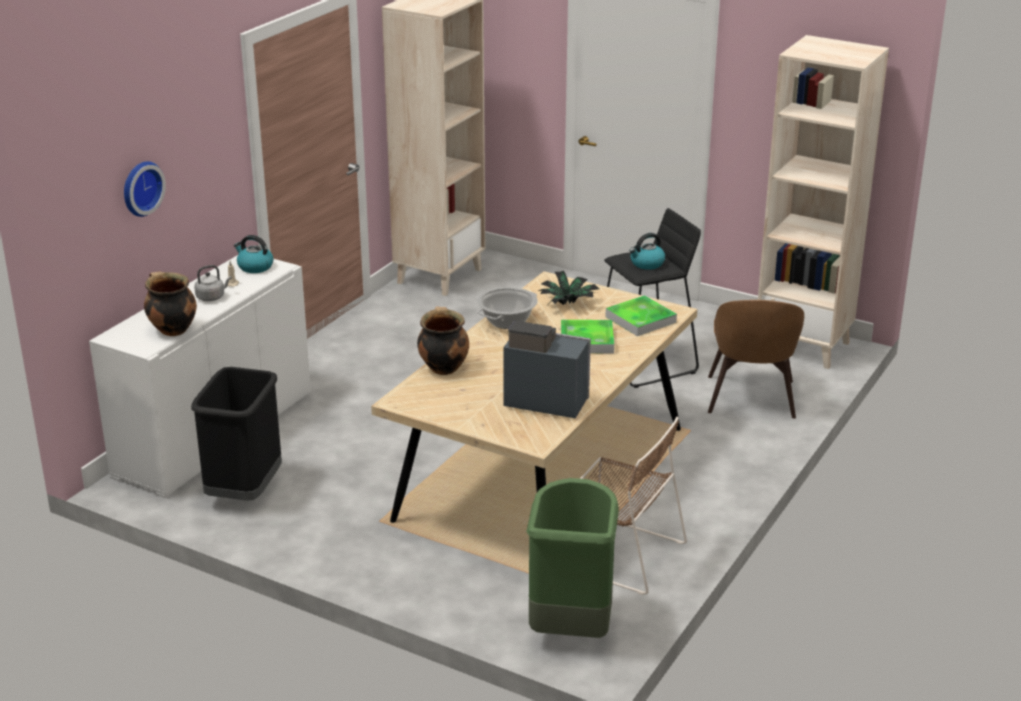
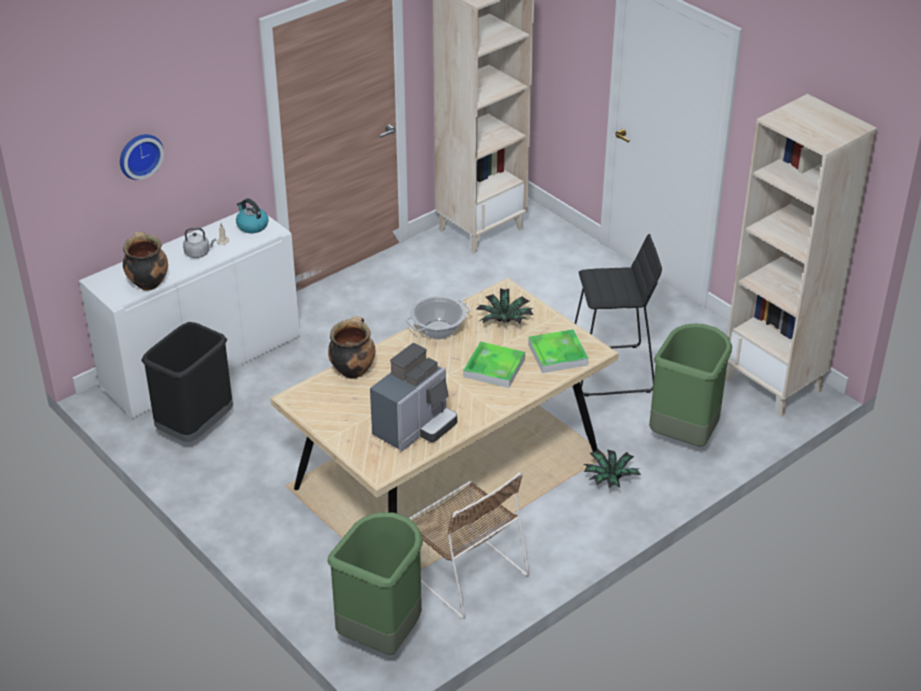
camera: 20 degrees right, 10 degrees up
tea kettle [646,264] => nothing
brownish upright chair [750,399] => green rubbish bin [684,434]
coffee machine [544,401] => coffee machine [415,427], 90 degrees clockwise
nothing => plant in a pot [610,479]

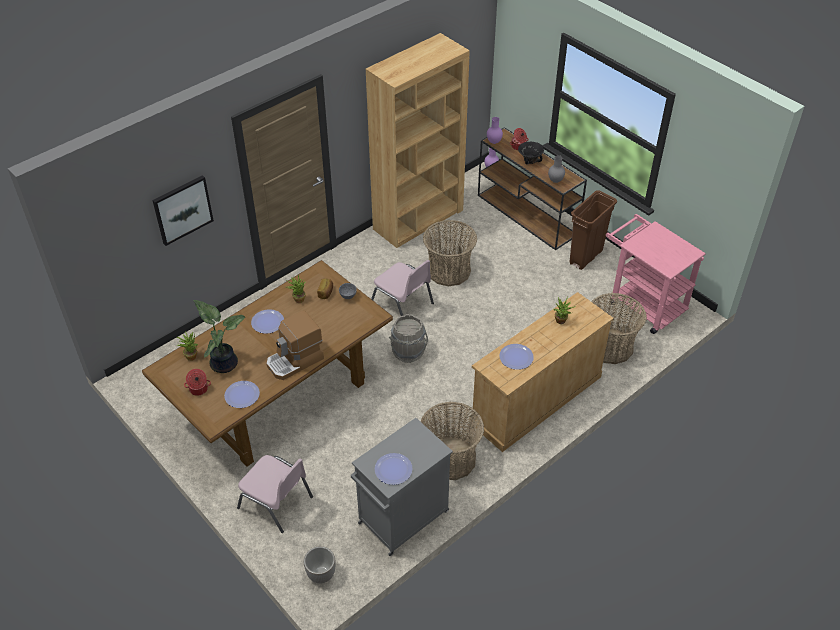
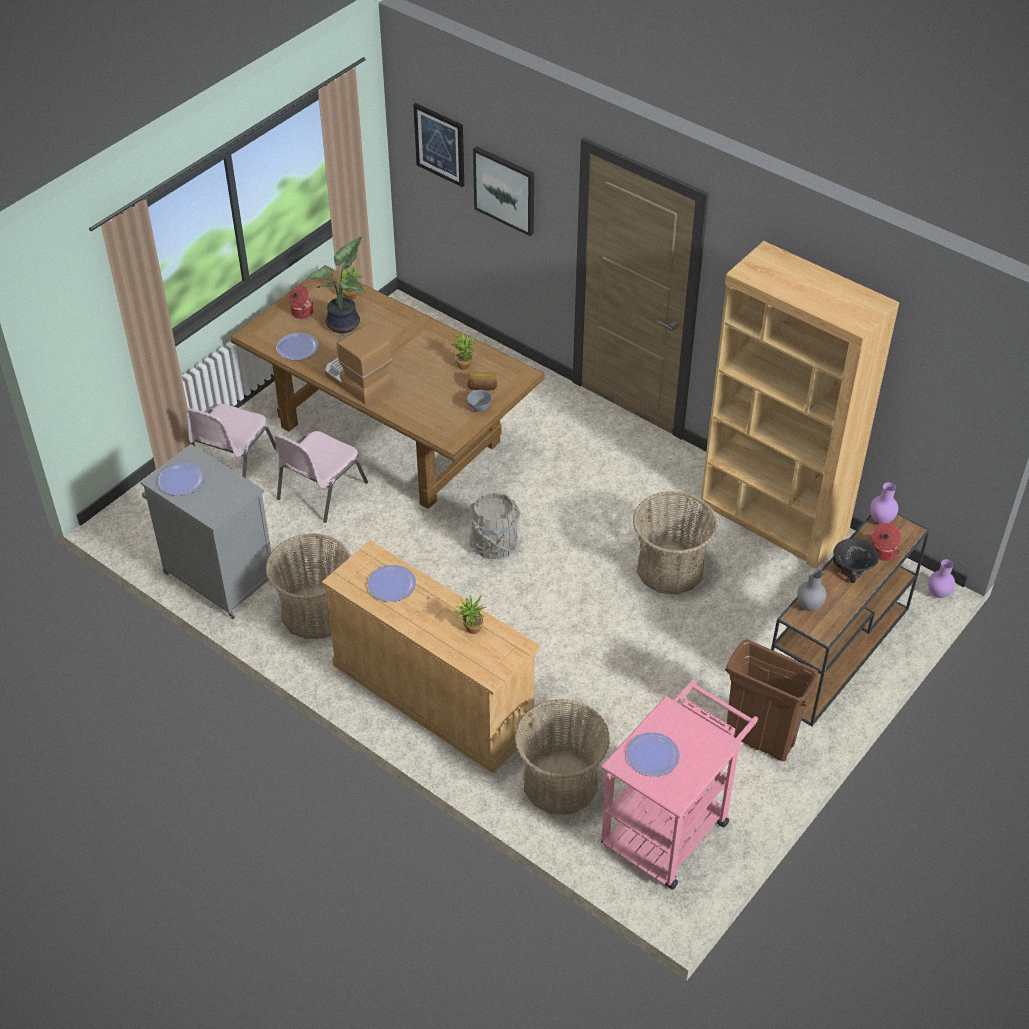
camera: 80 degrees right, 0 degrees up
pink upright chair [403,304] => pink upright chair [320,491], relocated
plate [267,322] => plate [652,755], relocated
plant pot [321,574] => nothing
nothing => wall picture [440,144]

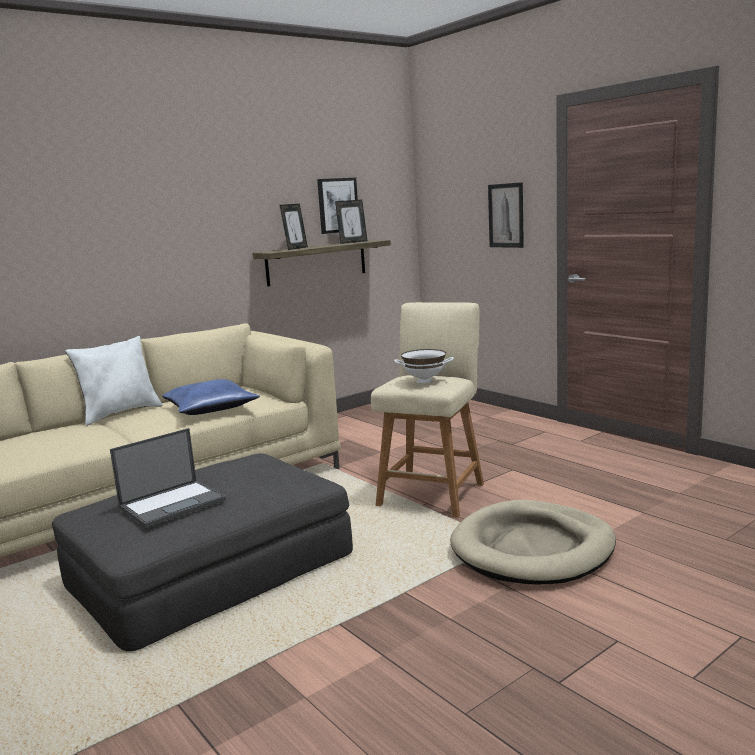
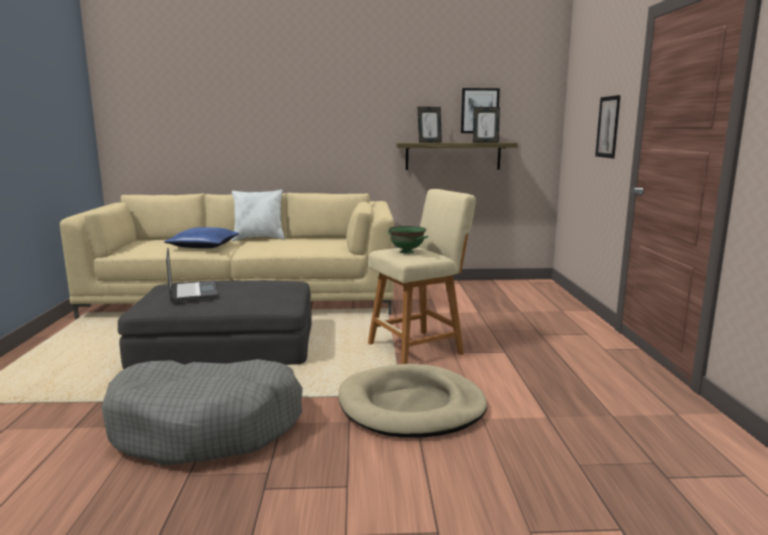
camera: 35 degrees right, 0 degrees up
whitish serving bowl [424,381] => green serving bowl [406,252]
bluish cushion [211,408] => bluish cushion [204,246], relocated
laptop [173,503] => laptop [193,291], 105 degrees counterclockwise
nothing => gray pet bed [207,427]

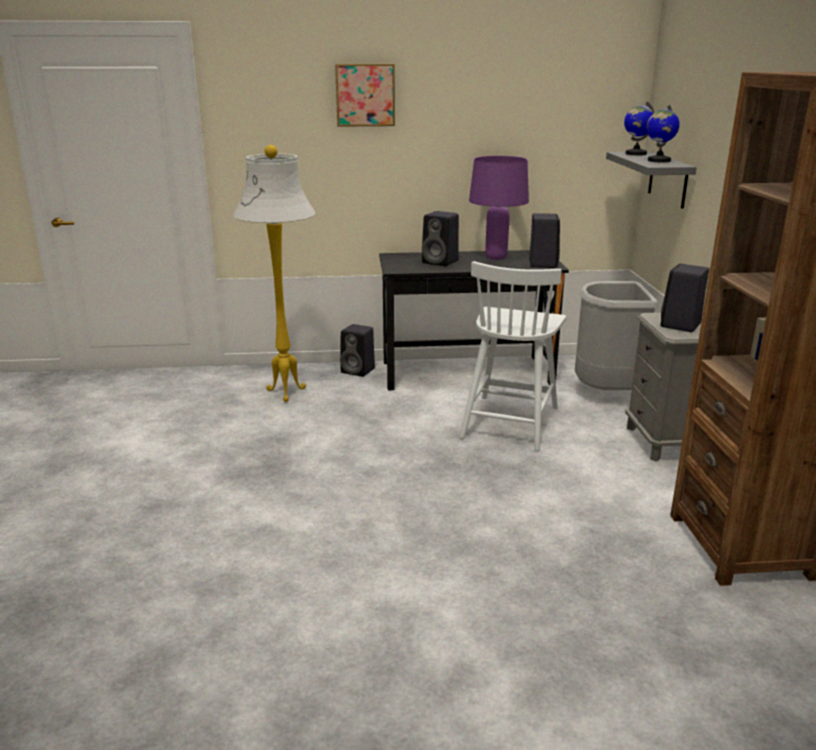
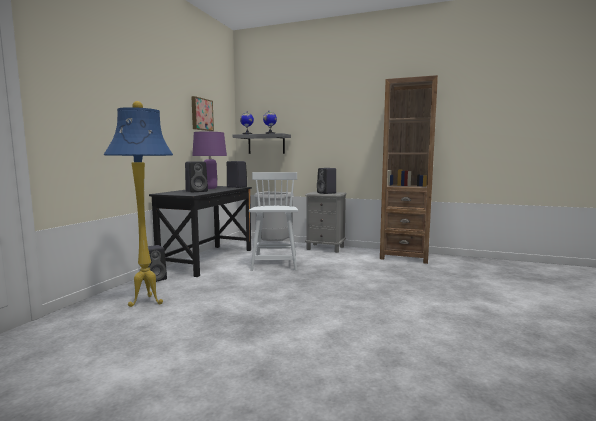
camera: 65 degrees left, 15 degrees down
wall picture [365,95] => wall picture [201,114], relocated
whitish standard lamp [287,394] => bluish standard lamp [148,302]
whitish upright chair [510,421] => whitish upright chair [275,263], 135 degrees counterclockwise

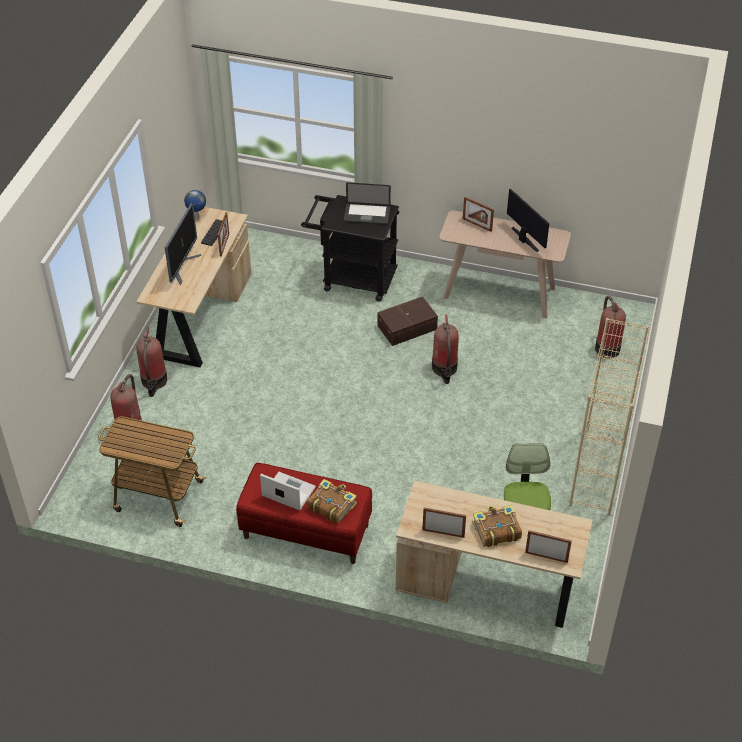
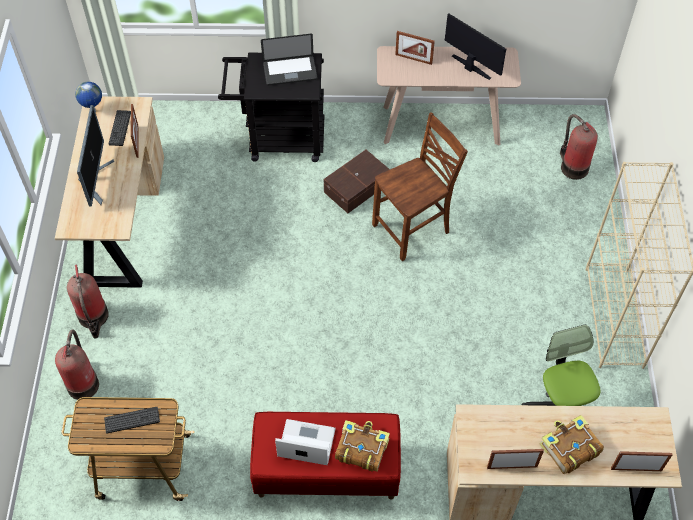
camera: 15 degrees left, 10 degrees up
fire-fighting cylinder [444,369] => brownish upright chair [413,230]
nothing => keyboard [132,420]

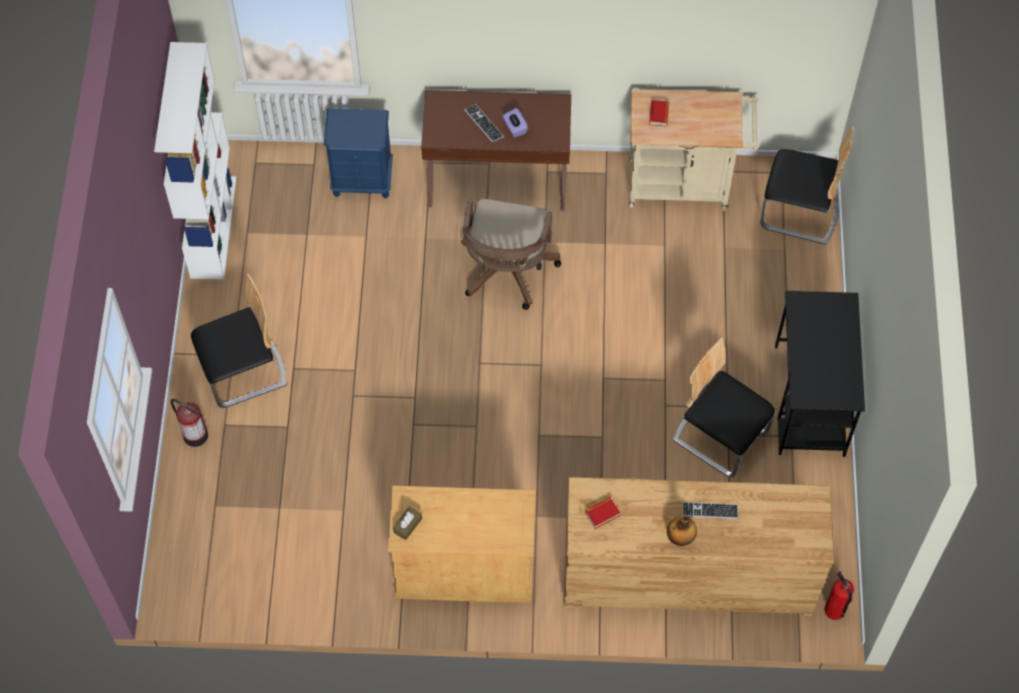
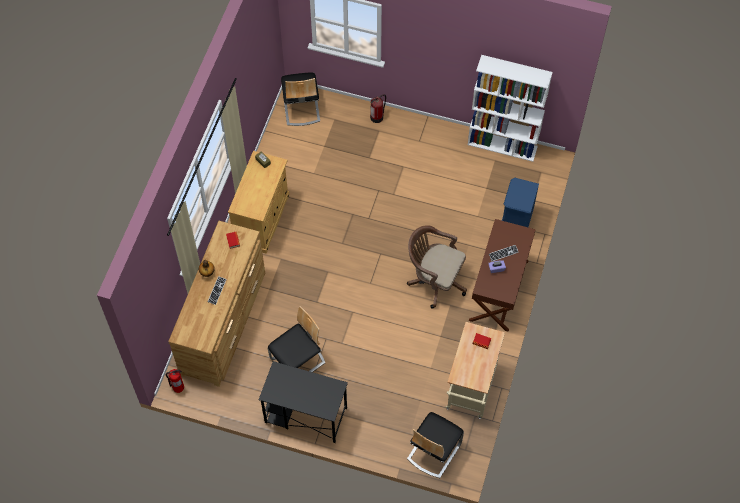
camera: 105 degrees right, 0 degrees up
upright chair [243,372] => upright chair [301,108], relocated

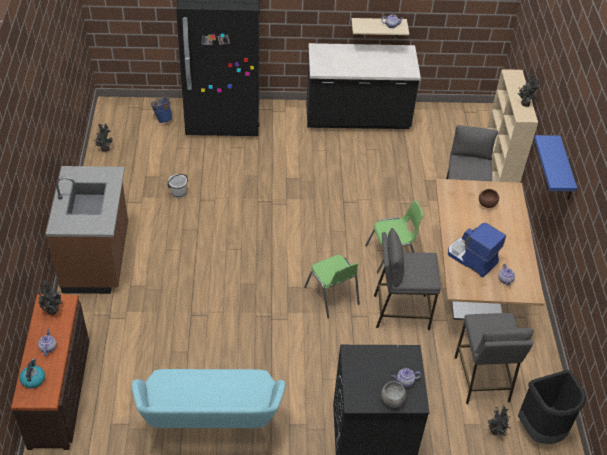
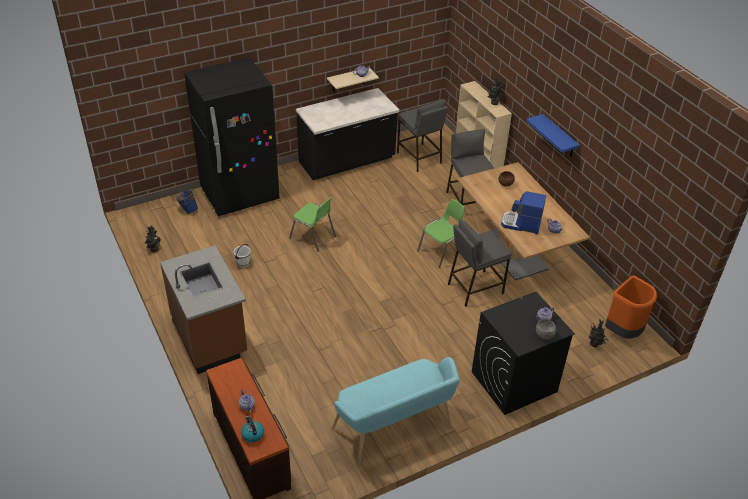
camera: 25 degrees left, 5 degrees down
green upright chair [332,296] => green upright chair [313,237], relocated
plant in a pot [53,311] => nothing
gray stool seat [482,379] => gray stool seat [419,158], relocated
black-coloured rubbish bin [541,431] => orange-coloured rubbish bin [623,332]

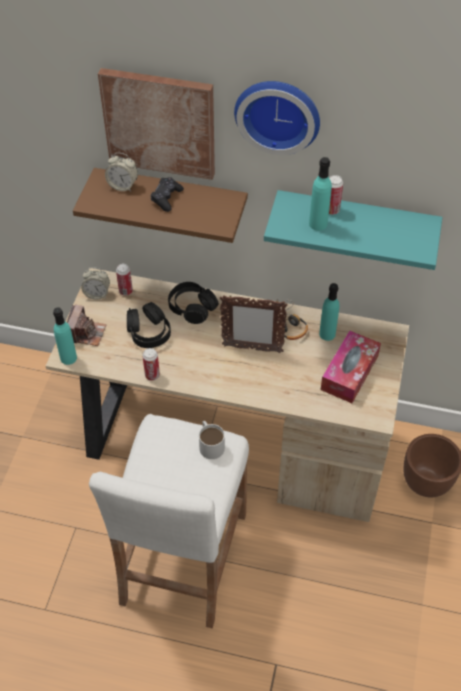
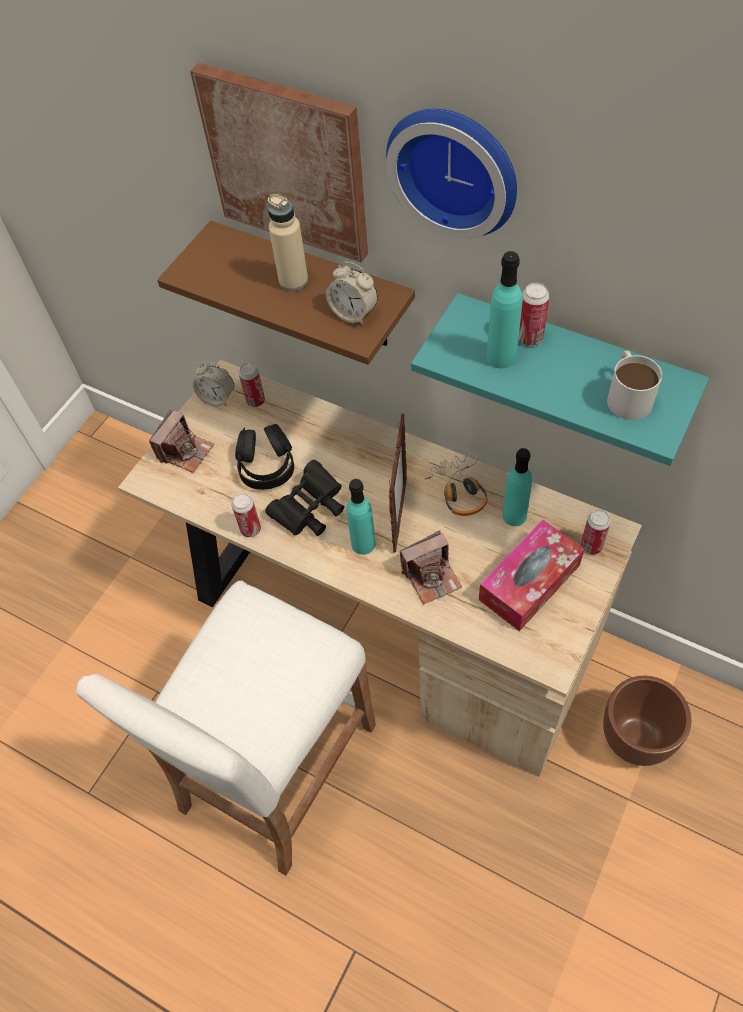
camera: 20 degrees right, 5 degrees up
alarm clock [123,186] => alarm clock [353,313], relocated
black-coloured gamepad [166,198] => beige-coloured bottle [293,281]
black-coloured headset [192,308] => nothing
photo frame [252,348] => photo frame [399,517], 105 degrees counterclockwise
turquoise-coloured bottle [68,358] => turquoise-coloured bottle [363,544], relocated
whitish coffee mug [210,443] => whitish coffee mug [627,394], relocated
nothing => black-coloured field glasses [310,510]
nothing => sealed can [591,546]
nothing => still camera [431,576]

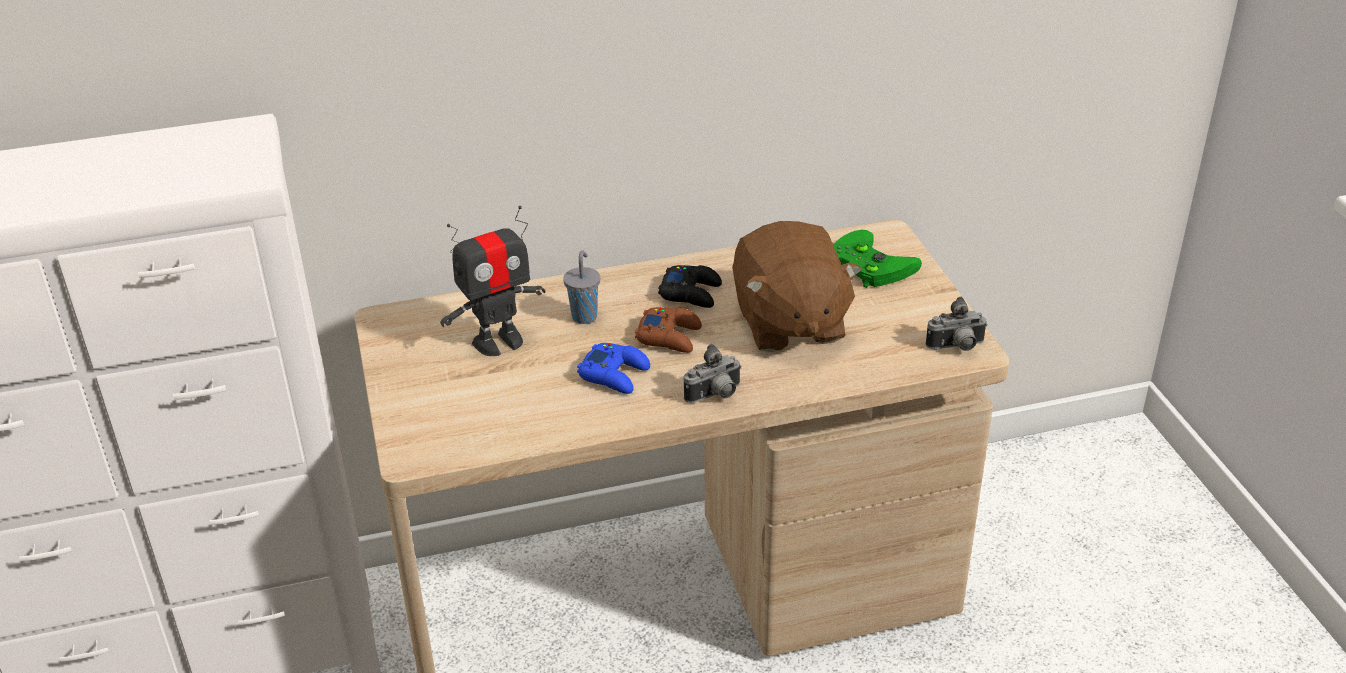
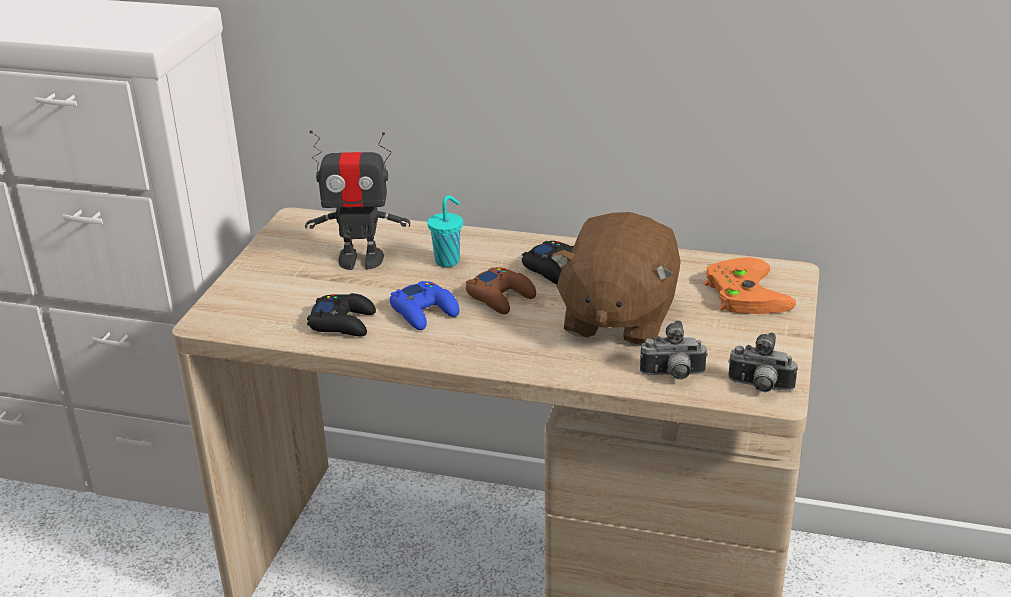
camera: 30 degrees right, 5 degrees down
green gamepad [867,265] => orange-coloured gamepad [742,292]
gray small cup [584,316] => turquoise-coloured small cup [448,261]
still camera [715,396] => still camera [673,376], relocated
nothing => black-coloured gamepad [343,322]

